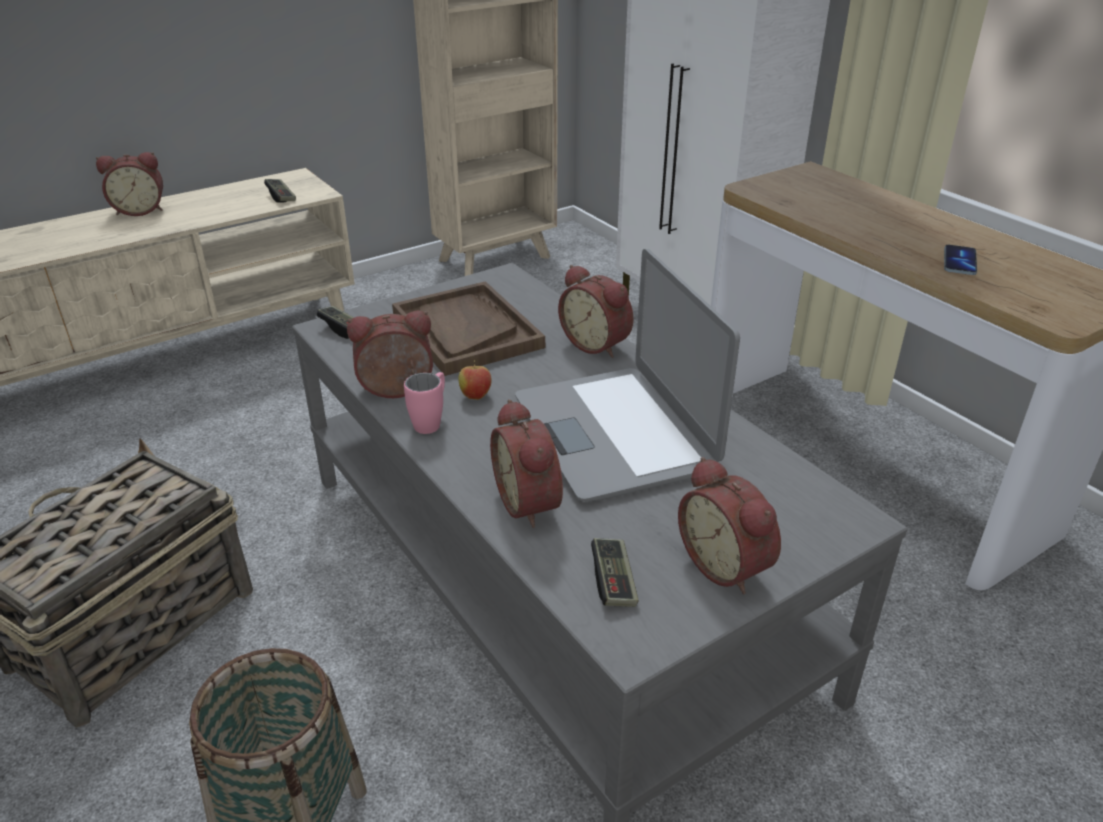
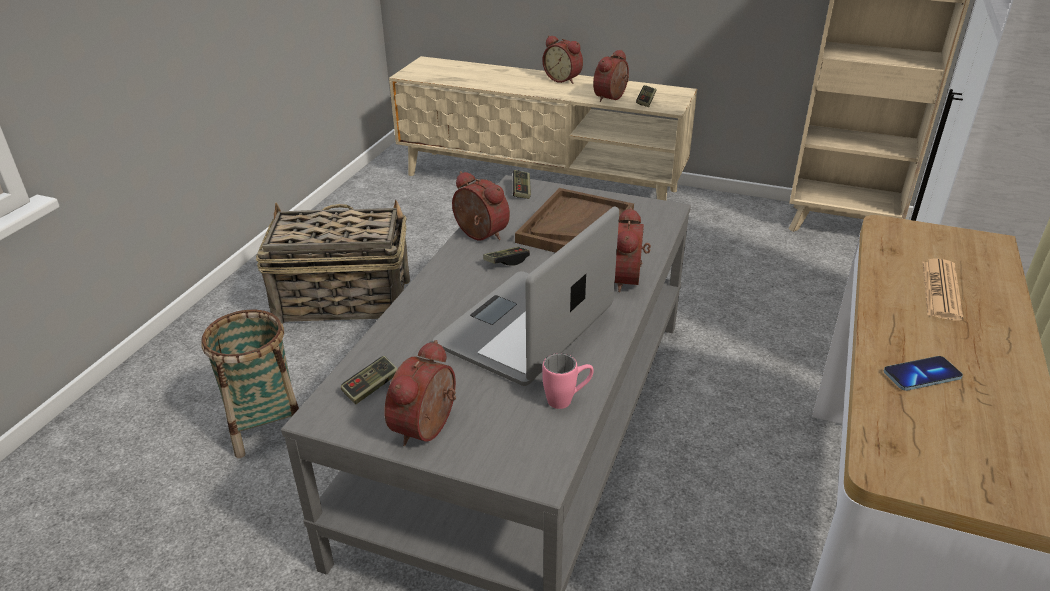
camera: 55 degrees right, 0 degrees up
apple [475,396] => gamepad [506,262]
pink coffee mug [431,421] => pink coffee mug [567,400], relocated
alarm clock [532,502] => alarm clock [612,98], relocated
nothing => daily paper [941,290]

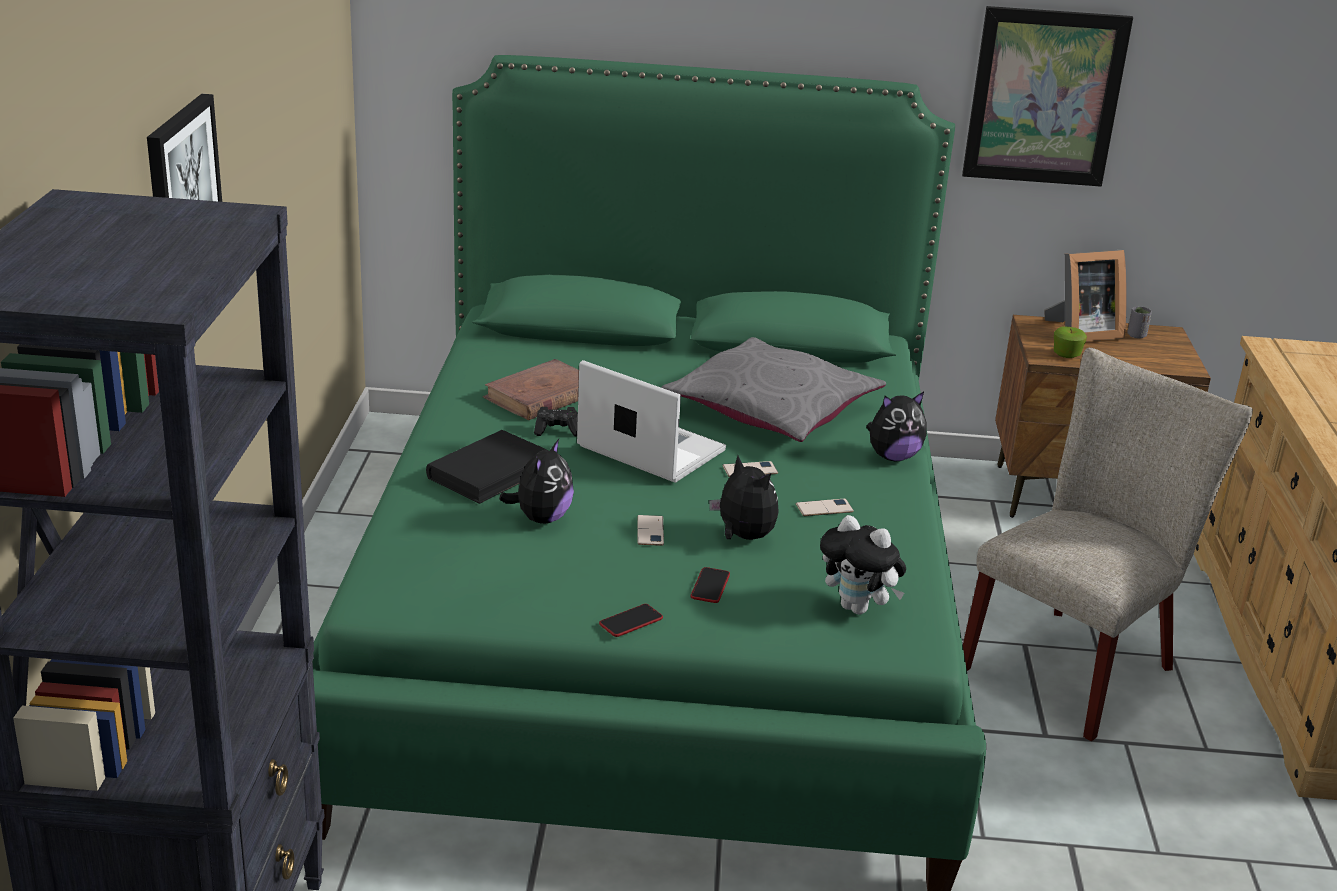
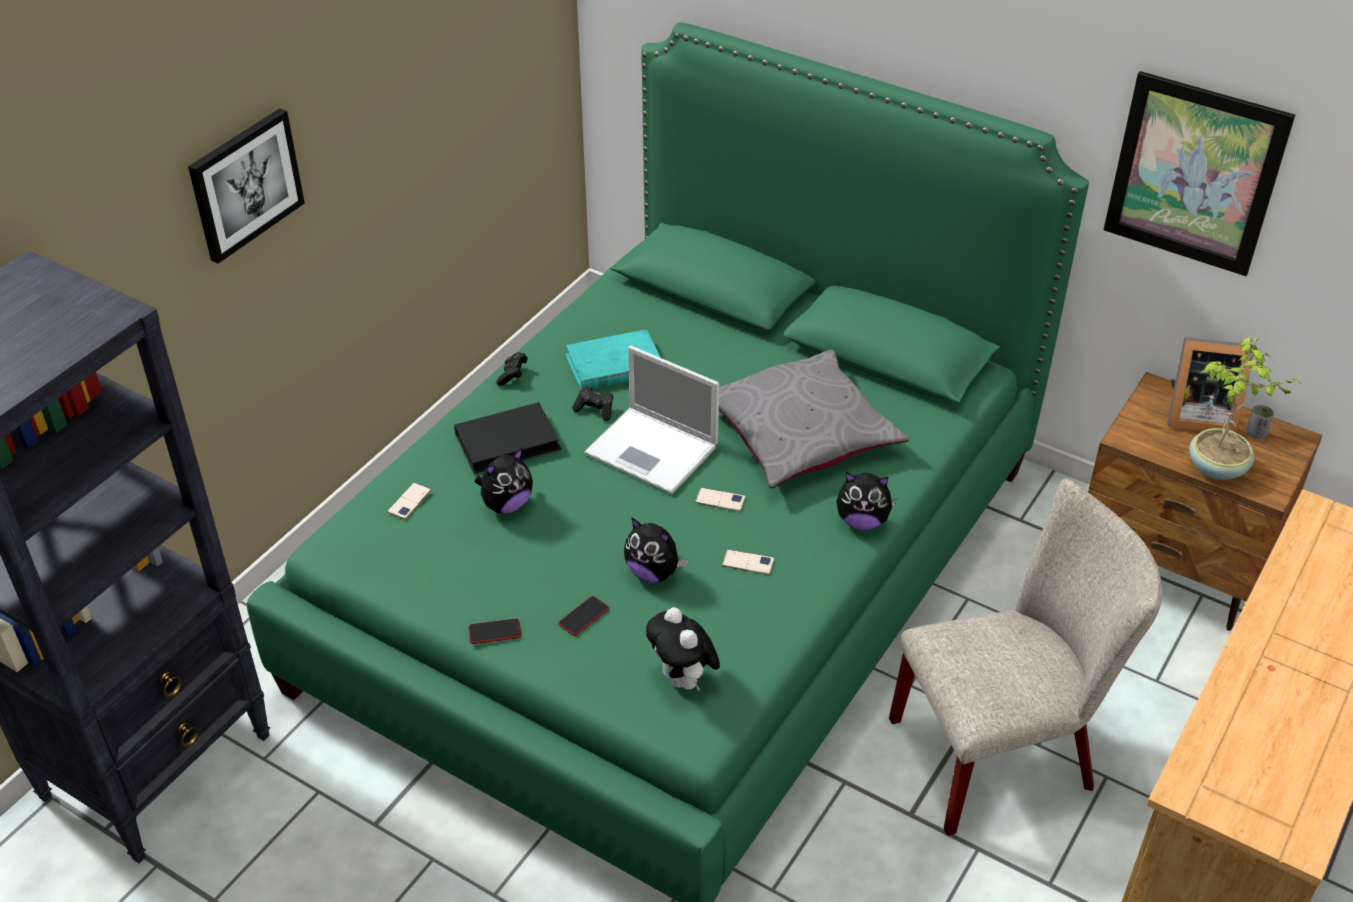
camera: 30 degrees right, 15 degrees up
apple [1066,355] => nothing
brownish bound book [541,396] => turquoise-coloured bound book [614,365]
laptop [648,448] => laptop [654,451], 150 degrees clockwise
cuddly toy [743,537] => cuddly toy [653,572], 135 degrees clockwise
handset [650,531] => handset [409,501], relocated
nothing => plant in a pot [1217,469]
nothing => black-coloured gamepad [512,375]

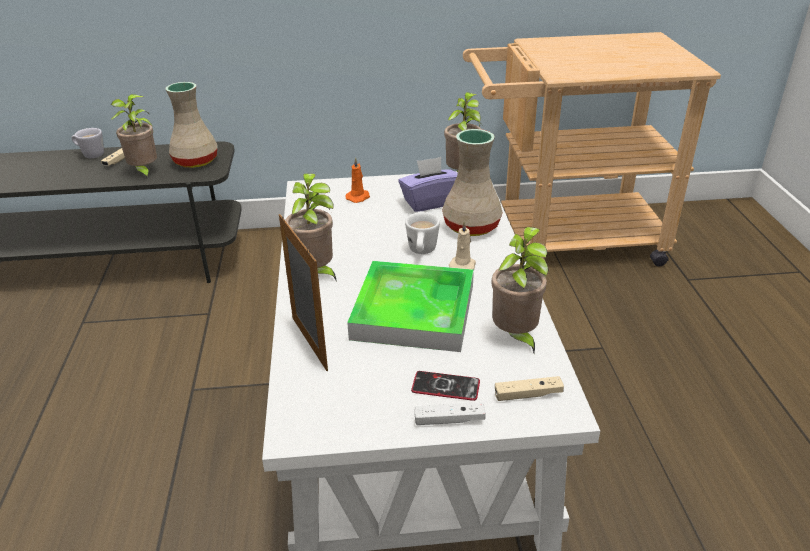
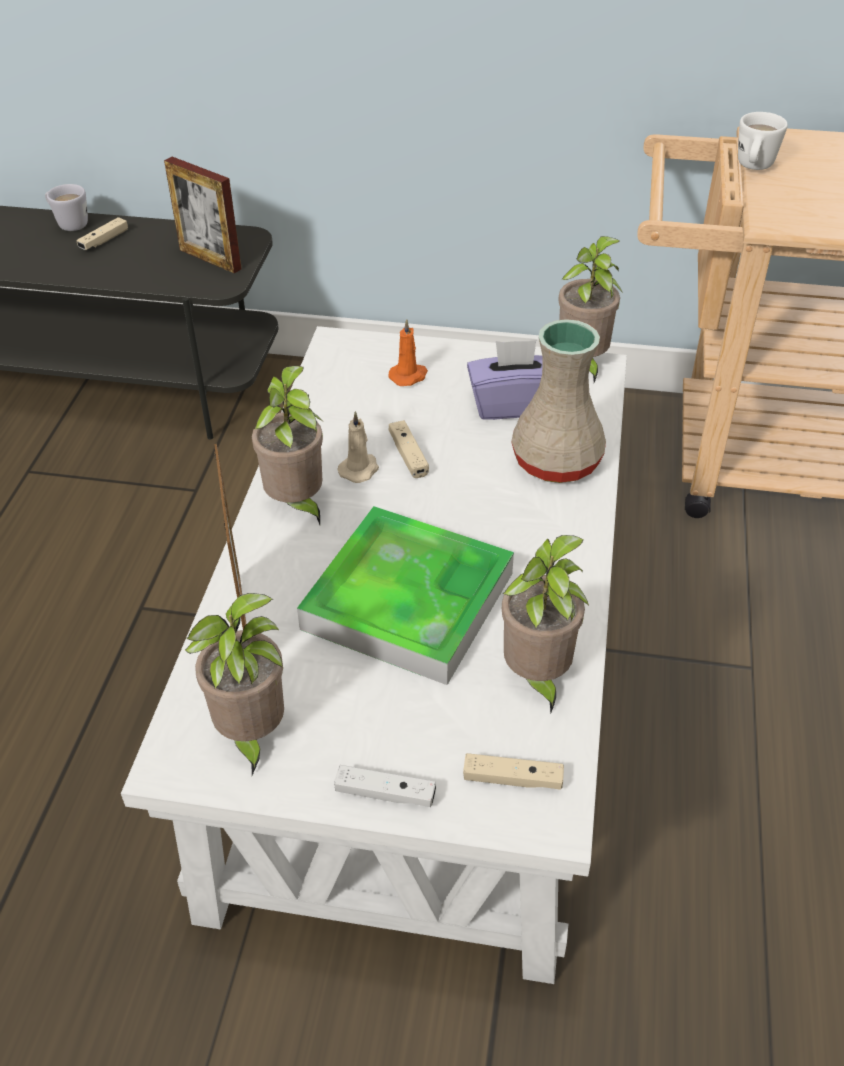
camera: 15 degrees right, 10 degrees up
beige-coloured decorative vase [197,161] => photo frame [210,259]
plant in a pot [144,172] => plant in a pot [250,736], relocated
whitish coffee mug [421,252] => whitish coffee mug [753,167], relocated
beige-coloured wax candle [463,265] => beige-coloured wax candle [360,469], relocated
handset [445,387] => nothing
nothing => beige-coloured gamepad [408,455]

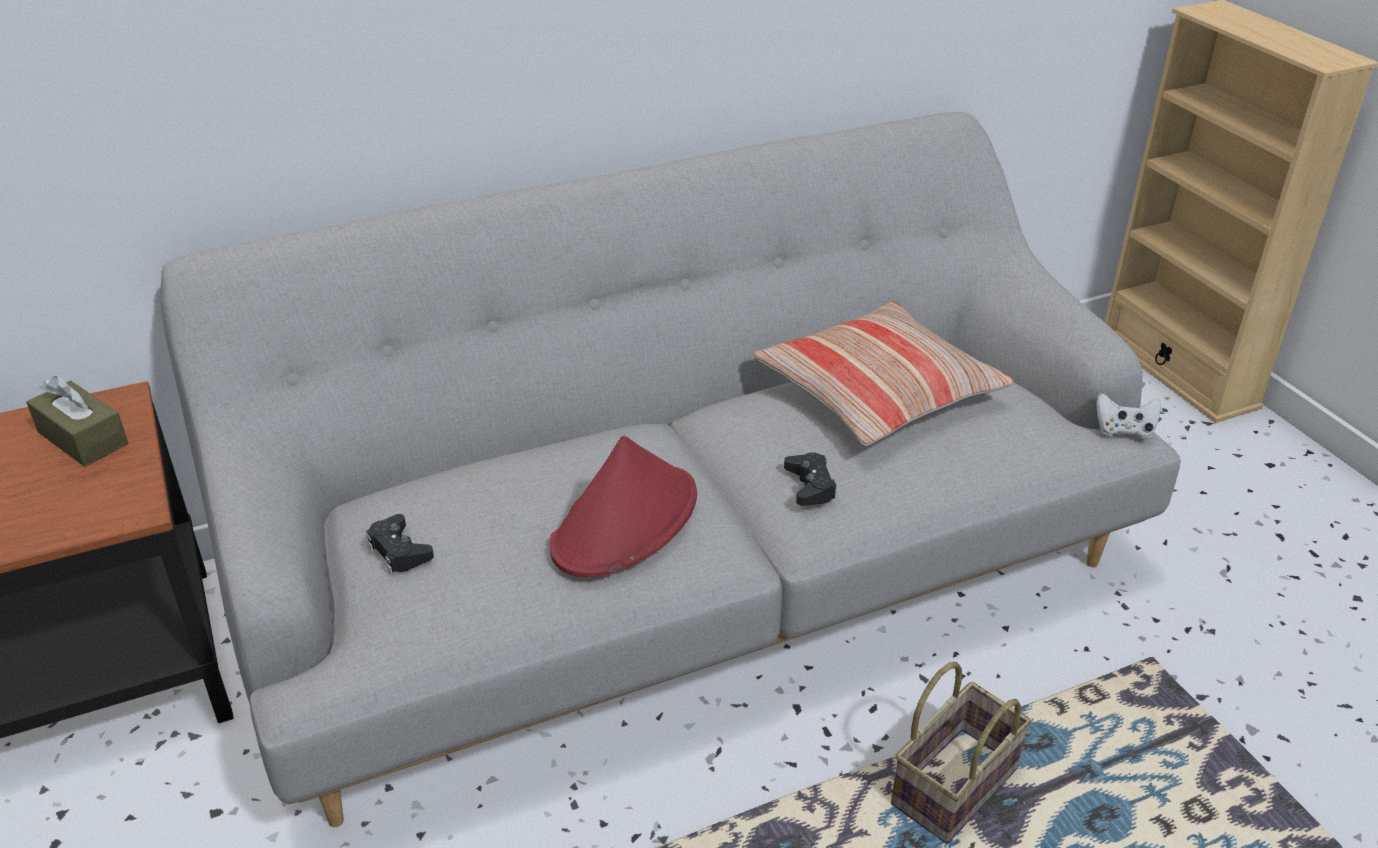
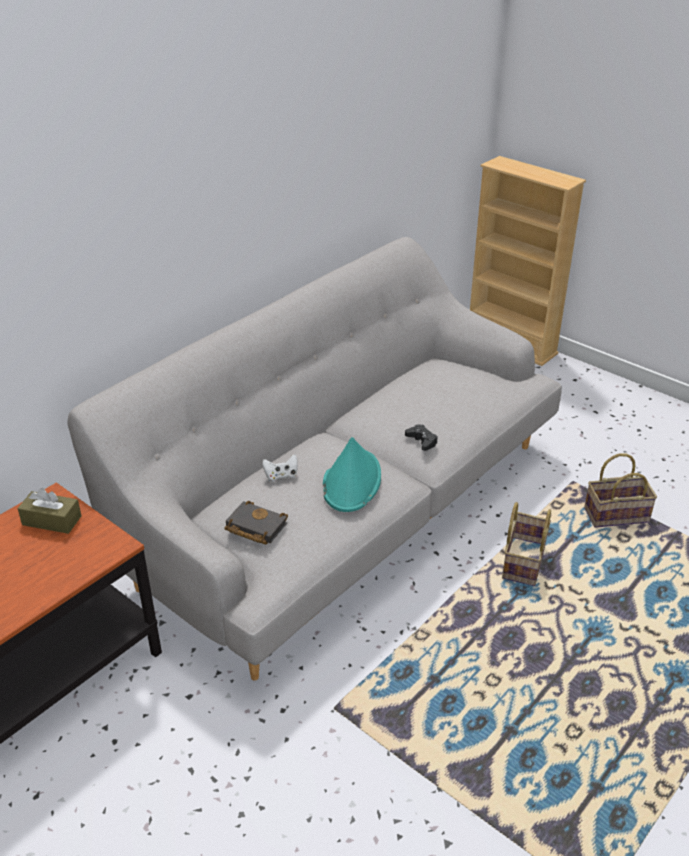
camera: 25 degrees left, 0 degrees up
cushion [878,392] => nothing
whitish gamepad [1124,430] => whitish gamepad [281,476], relocated
red hat [625,522] => turquoise-coloured hat [351,481]
black-coloured gamepad [399,551] => black-coloured bound book [254,527]
nothing => basket [617,514]

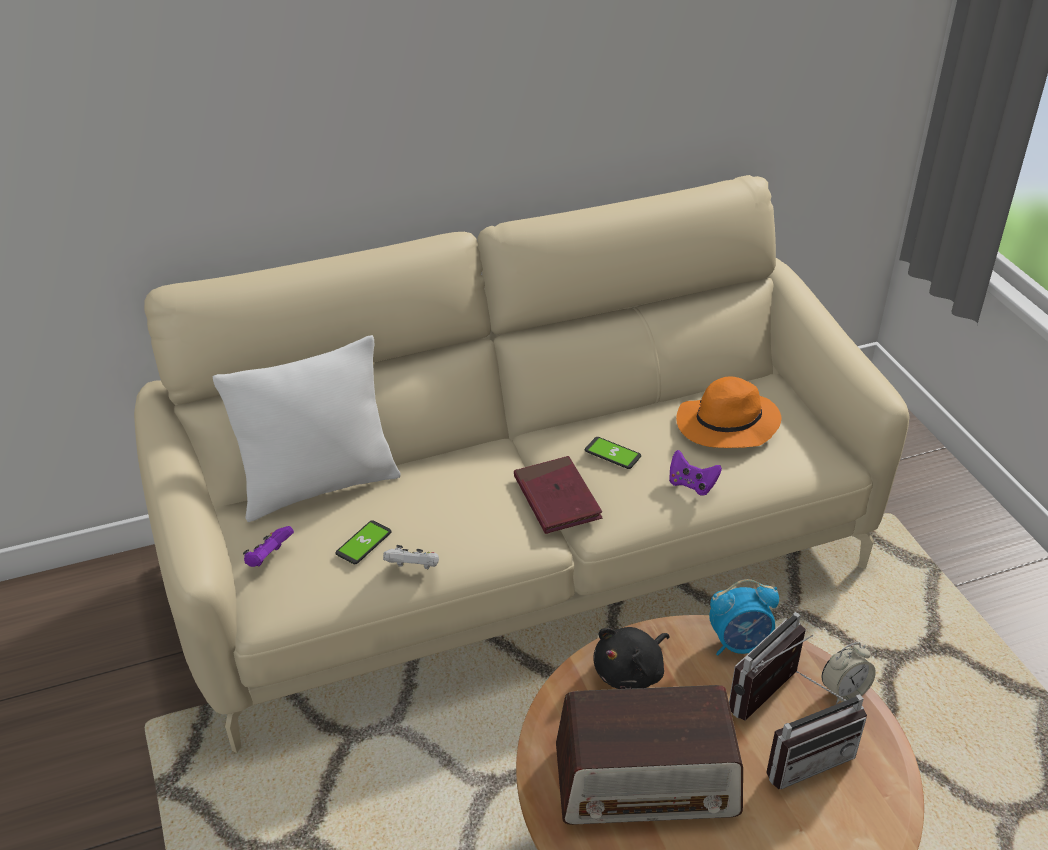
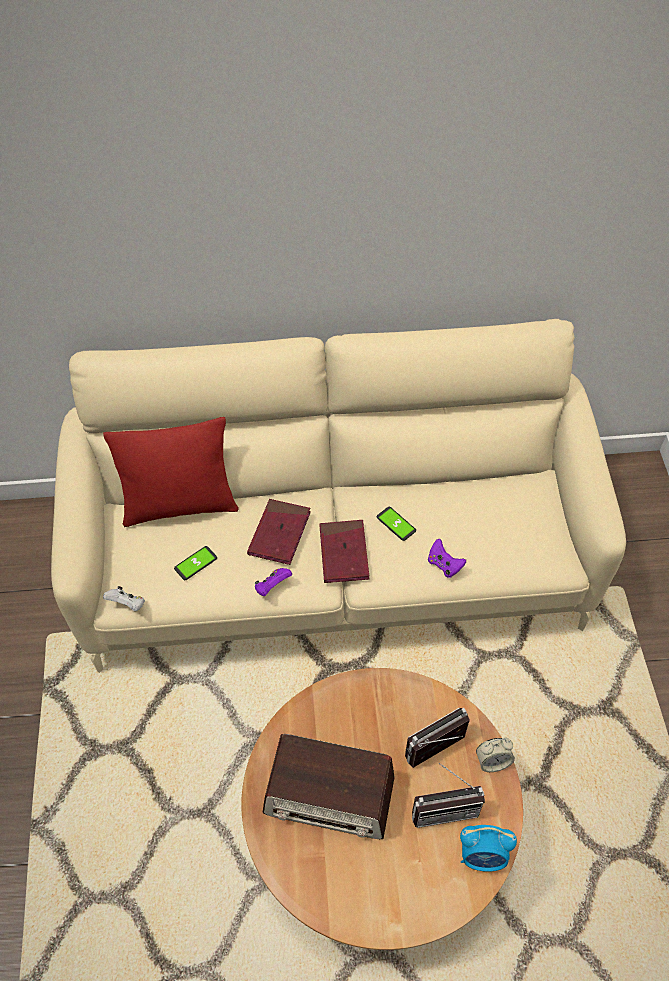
camera: 15 degrees right, 15 degrees up
whitish cushion [319,486] => red cushion [180,506]
orange-coloured hat [726,426] => nothing
purple gamepad [269,558] => purple gamepad [272,587], relocated
whitish gamepad [413,568] => whitish gamepad [127,604], relocated
alarm clock [740,644] => alarm clock [482,856], relocated
black-coloured cuddly toy [631,672] => nothing
nothing => red bound book [279,533]

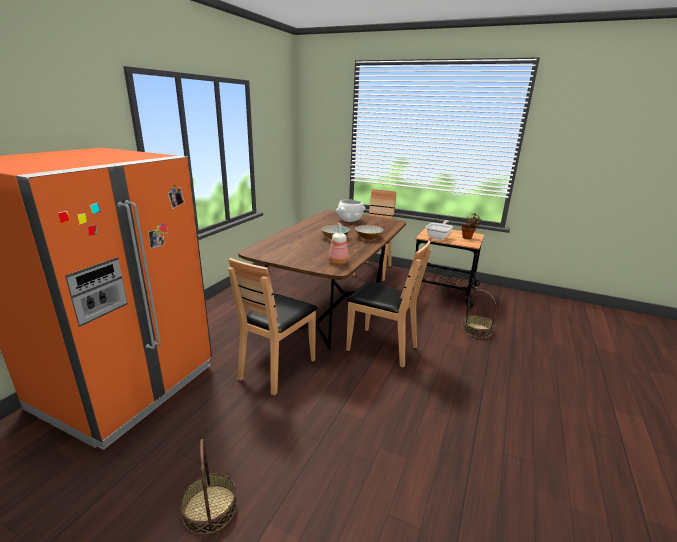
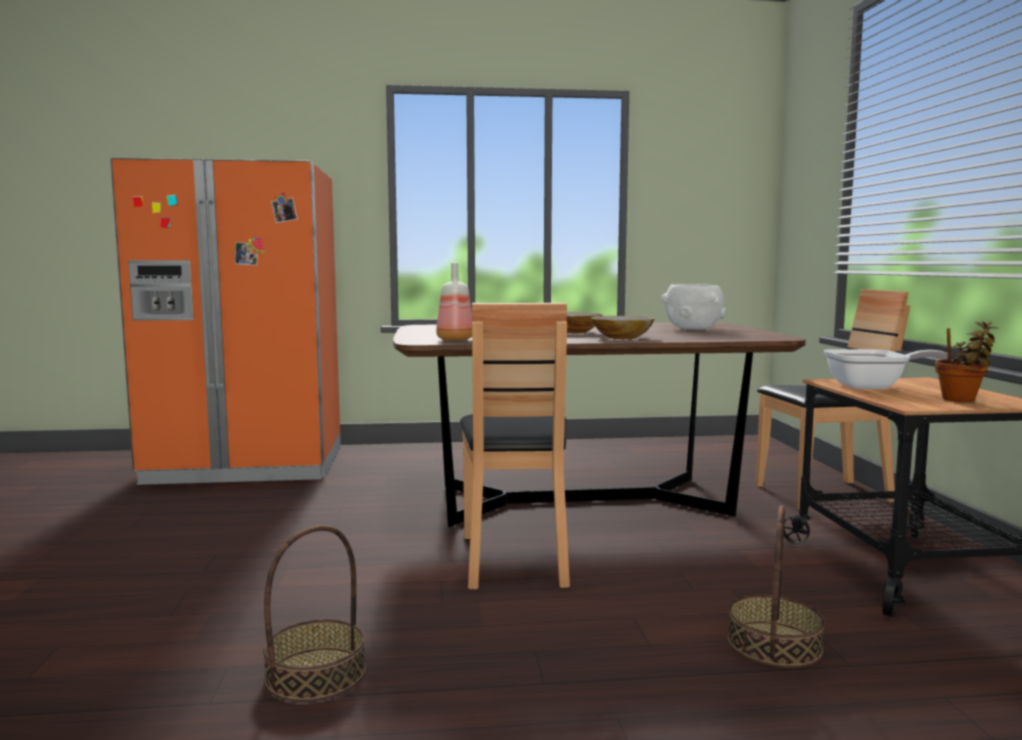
camera: 60 degrees right, 15 degrees down
brownish upright chair [277,368] => nothing
basket [210,508] => basket [315,674], relocated

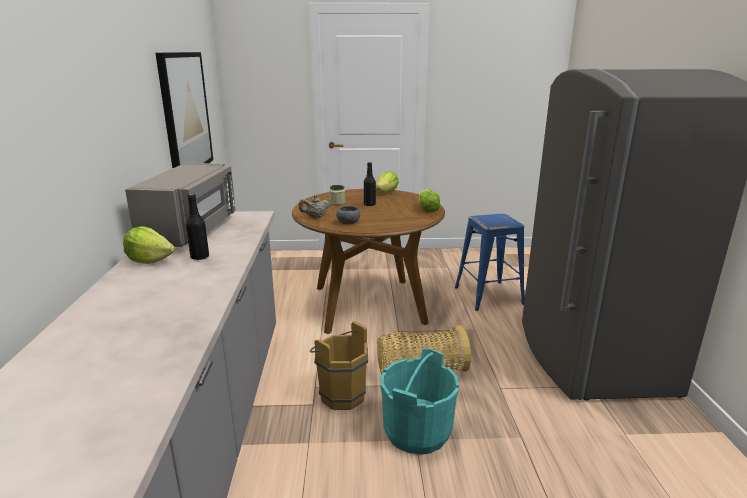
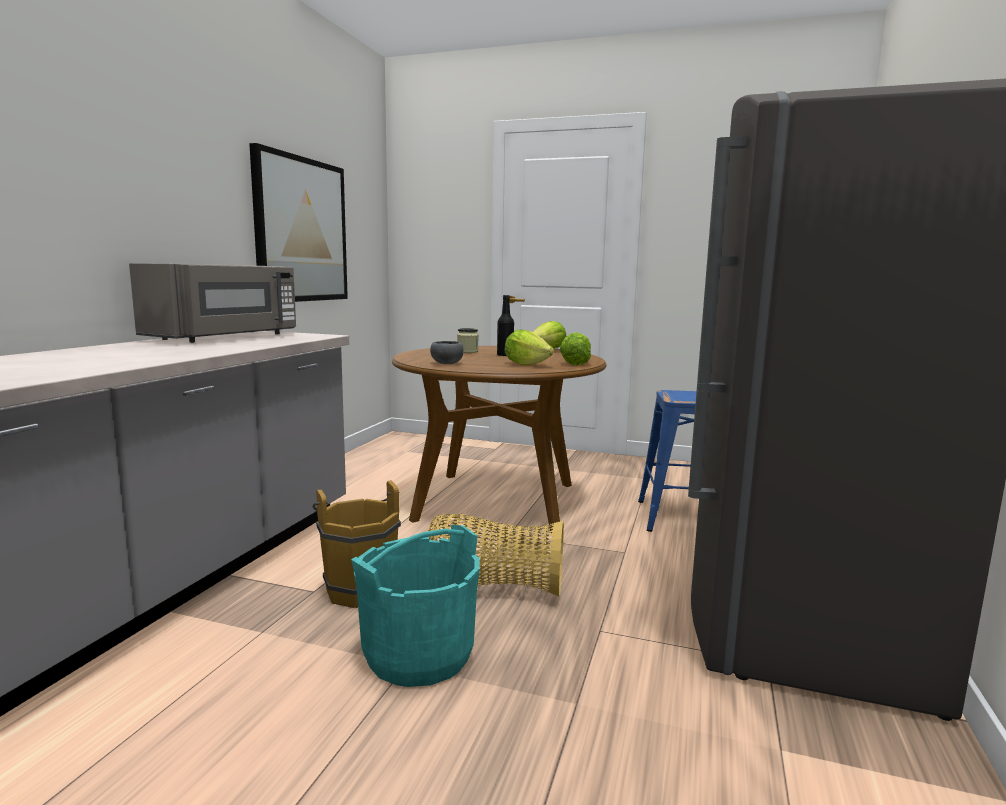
camera: 20 degrees right, 10 degrees down
black-coloured bottle [200,257] => nothing
beige-coloured tea pot [315,217] => nothing
head of lettuce [150,260] => head of lettuce [526,364], relocated

